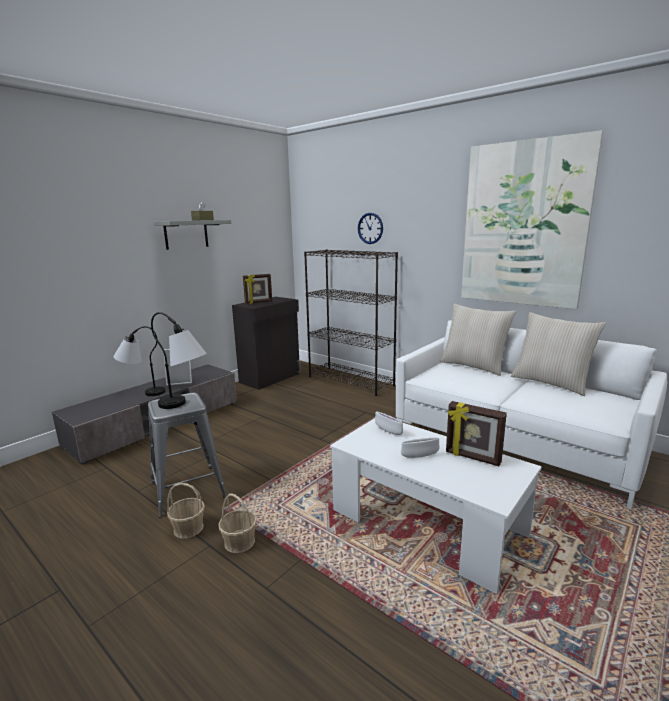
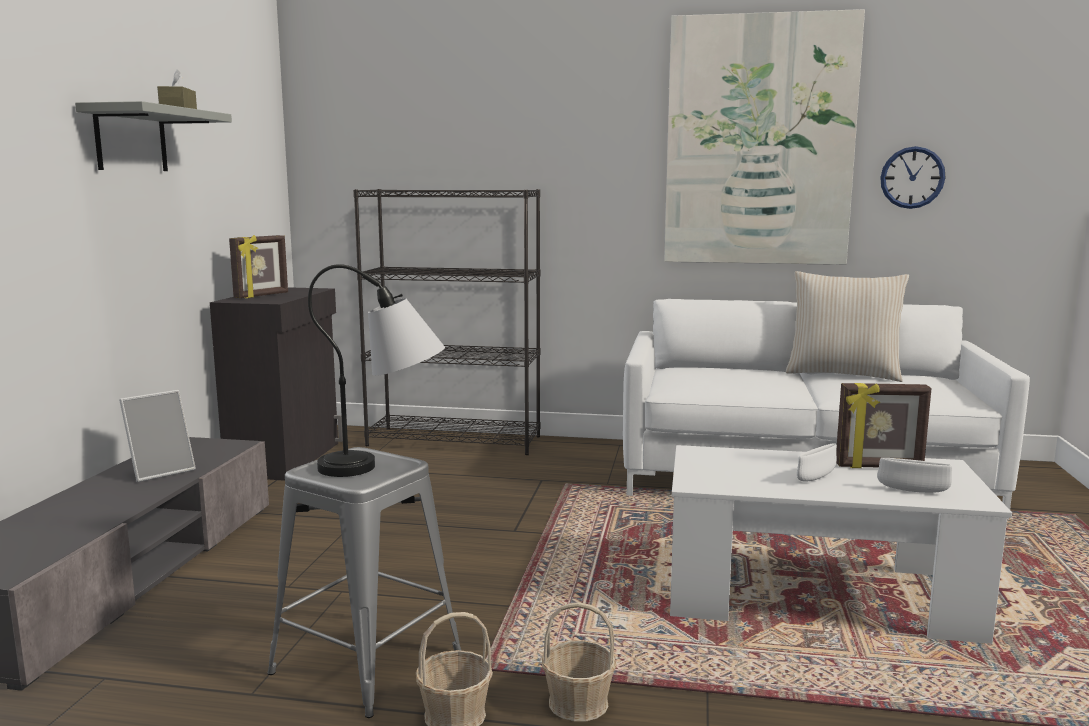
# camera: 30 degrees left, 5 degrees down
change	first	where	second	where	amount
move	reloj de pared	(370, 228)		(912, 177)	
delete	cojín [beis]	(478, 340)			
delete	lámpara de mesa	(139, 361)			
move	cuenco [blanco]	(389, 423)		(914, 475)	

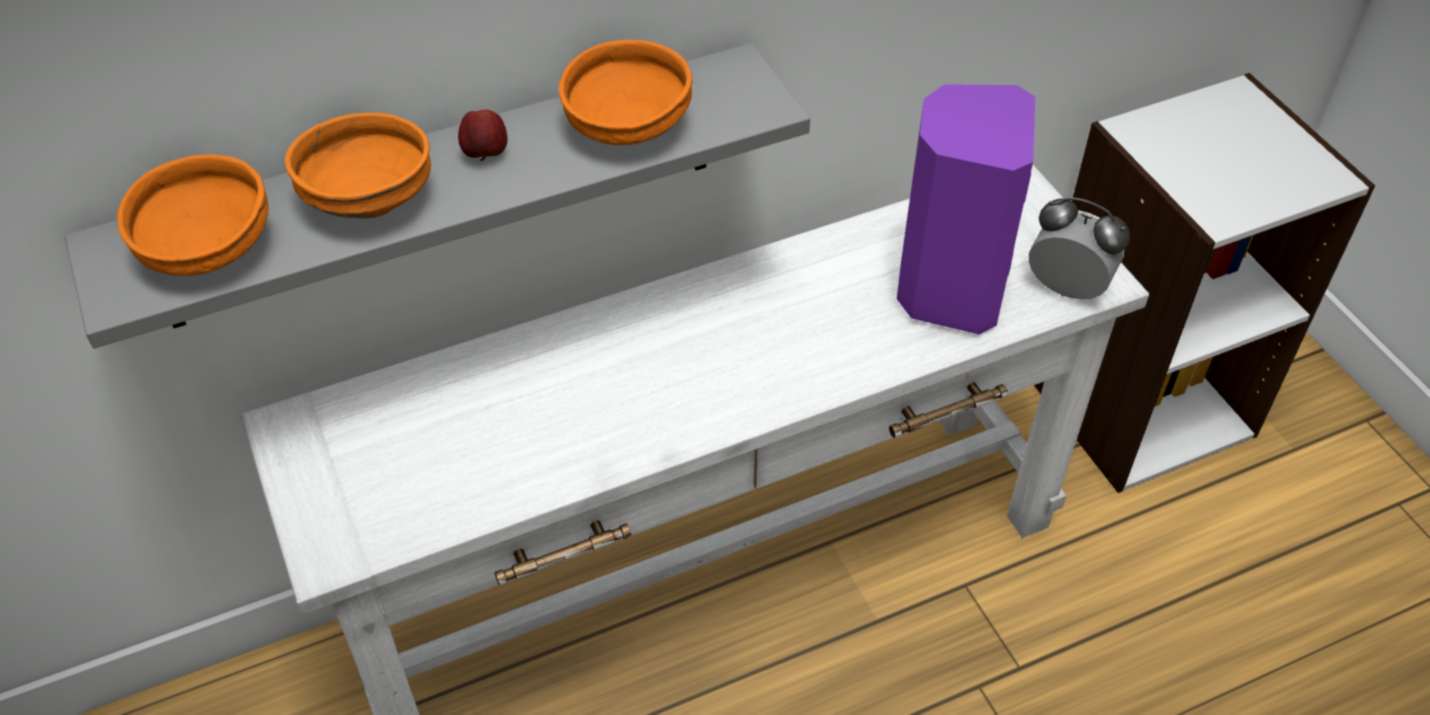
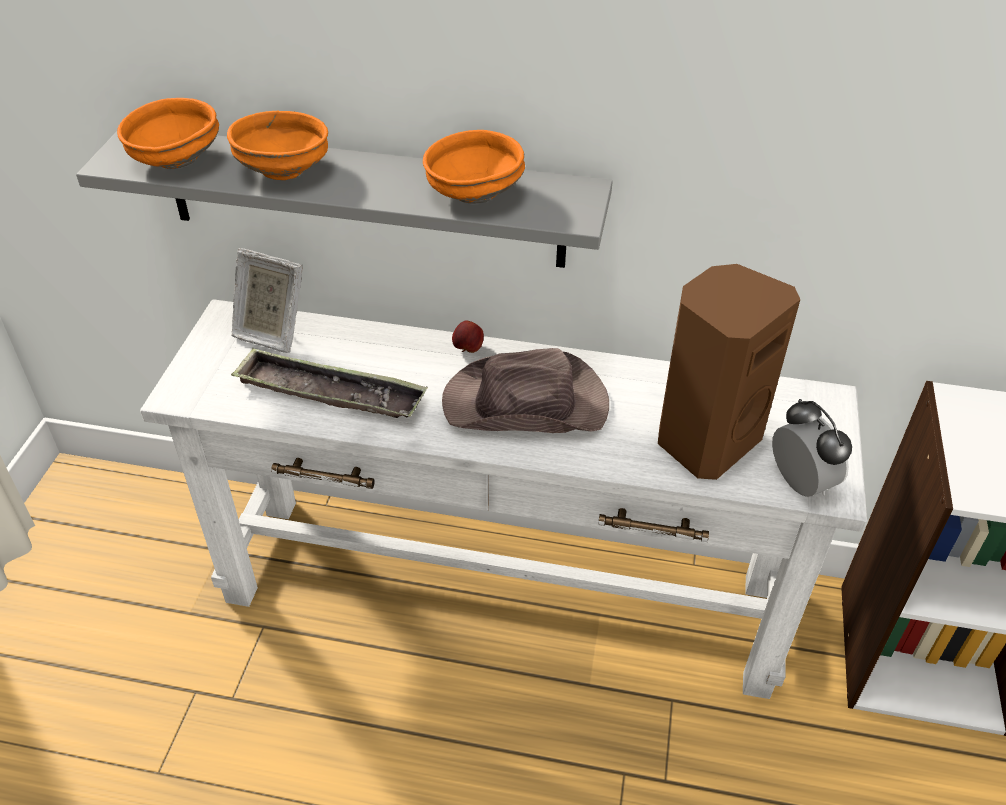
# camera: 35 degrees right, 5 degrees down
change	first	where	second	where	amount
recolor	altavoz [morado]	(966, 209)	altavoz [marrón]	(729, 372)	
move	manzana	(483, 135)		(468, 336)	
insert			portarretratos	(267, 300)	
insert			bandeja	(329, 383)	
insert			sombrero [marrón]	(525, 390)	

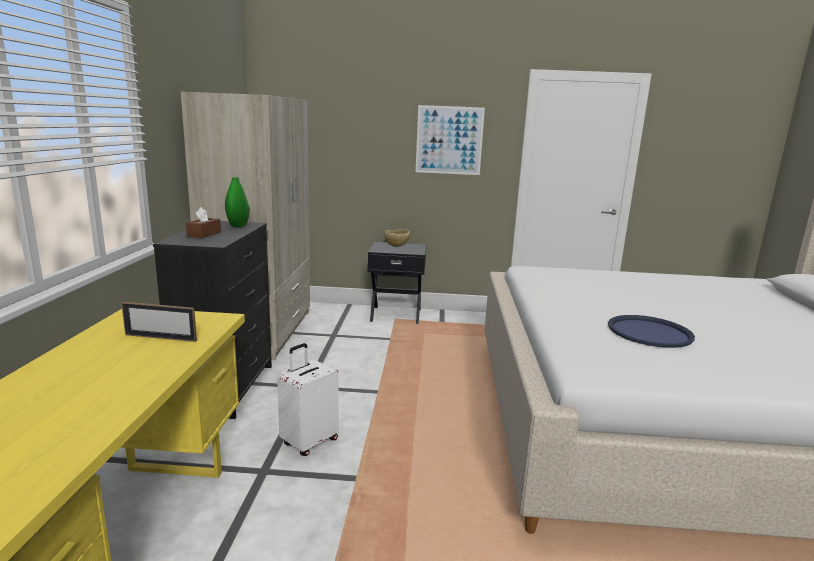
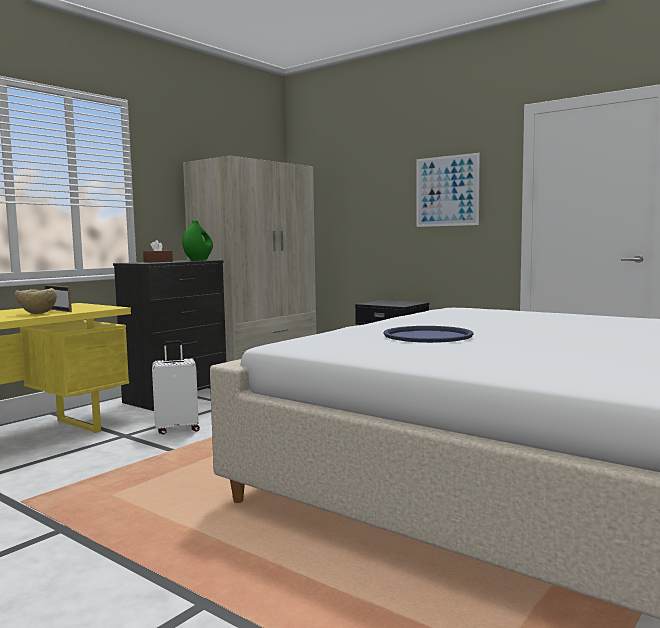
# camera: 35 degrees right, 10 degrees down
change	first	where	second	where	amount
move	cuenco [beis]	(397, 238)		(36, 301)	

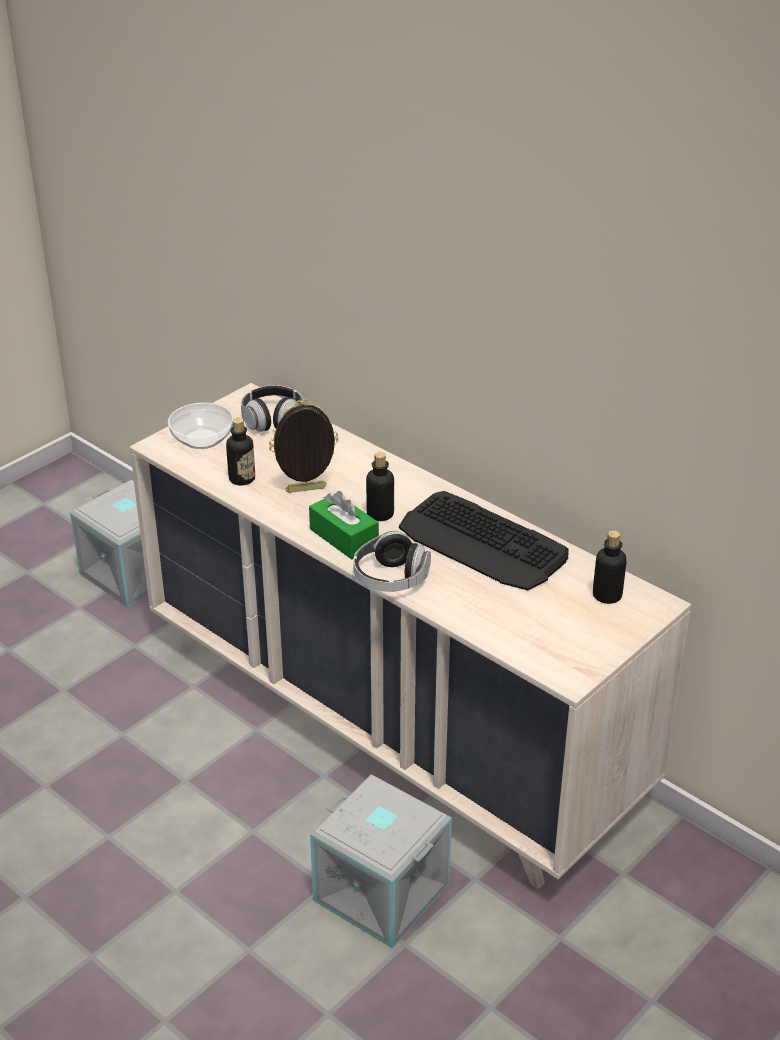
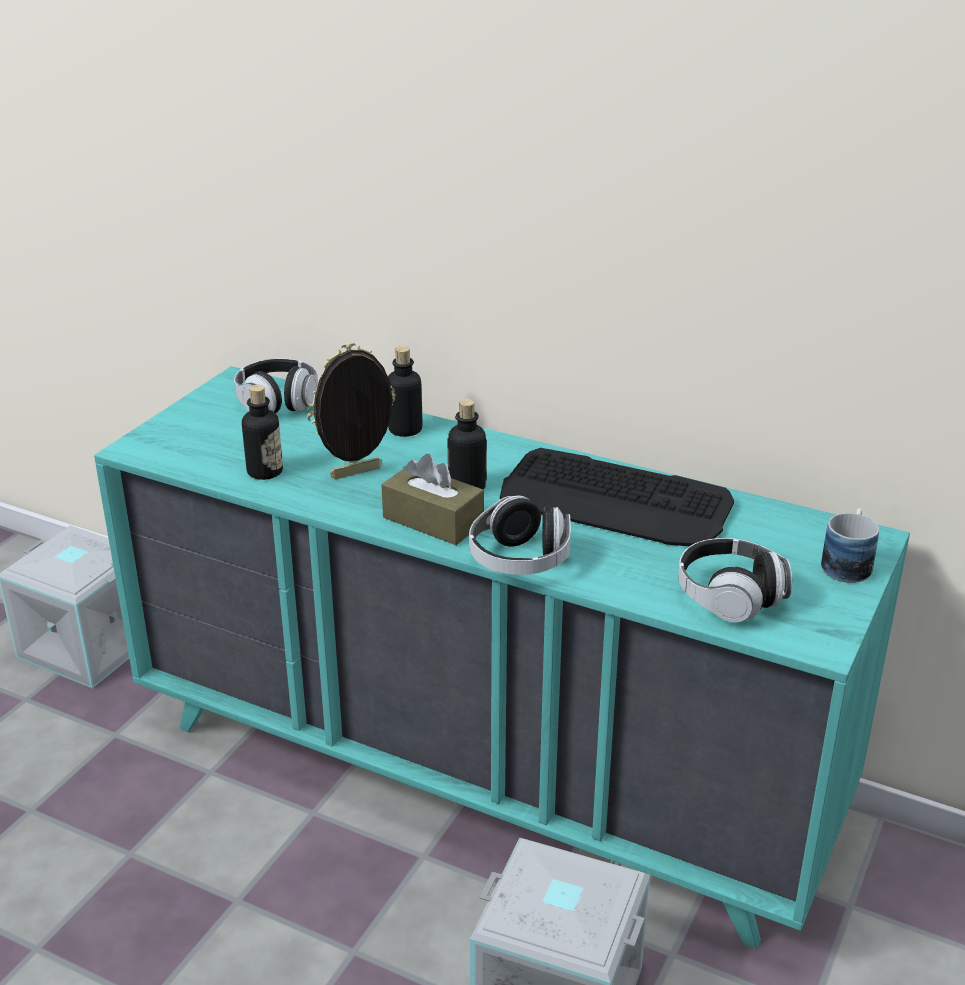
# camera: 15 degrees left, 5 degrees down
change	first	where	second	where	amount
recolor	cómoda [beis]	(410, 636)	cómoda [turquesa]	(502, 657)	
delete	cuenco	(201, 425)			
recolor	caja de pañuelos [verde]	(344, 525)	caja de pañuelos [marrón]	(432, 499)	
move	botella	(609, 567)		(405, 391)	
insert			taza grande	(850, 545)	
insert			auriculares	(735, 580)	

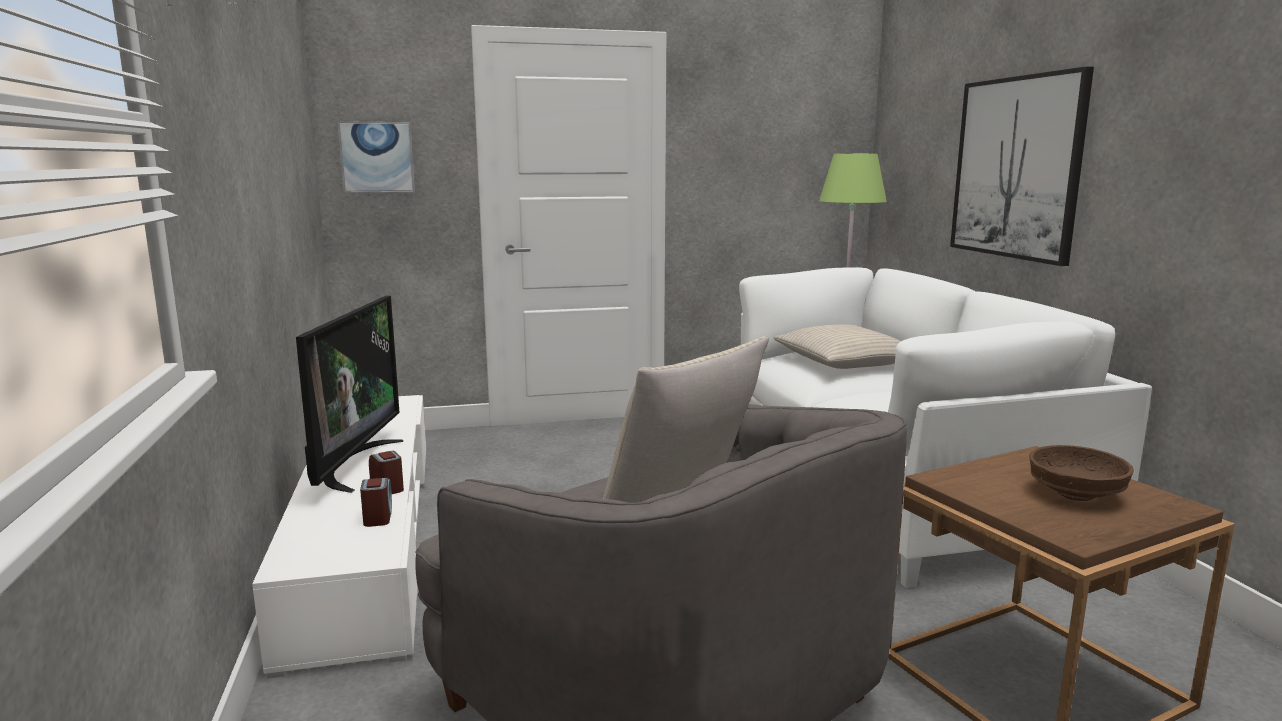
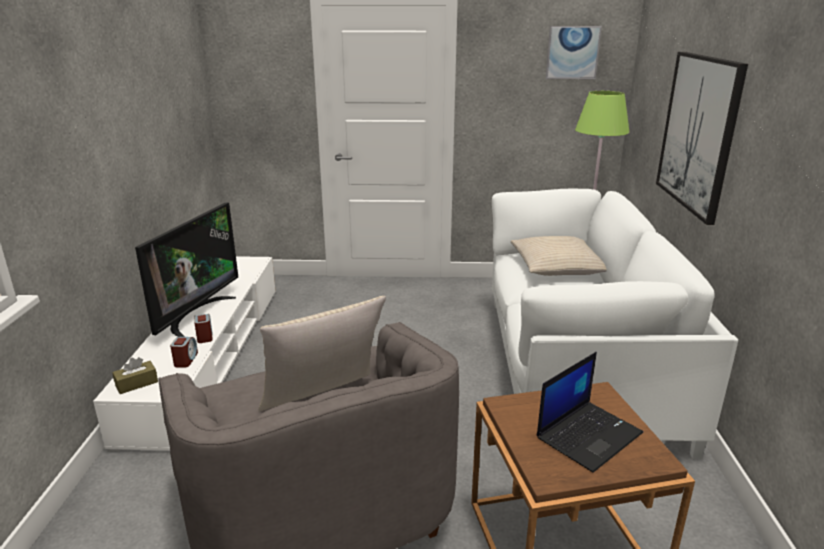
# camera: 15 degrees right, 10 degrees up
change	first	where	second	where	amount
move	cuadro	(376, 157)		(573, 52)	
replace	cuenco [marrón]	(1081, 473)	portátil	(590, 412)	
insert			caja de pañuelos [marrón]	(135, 375)	

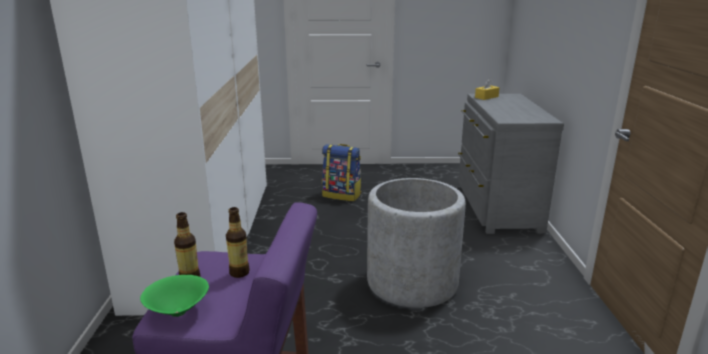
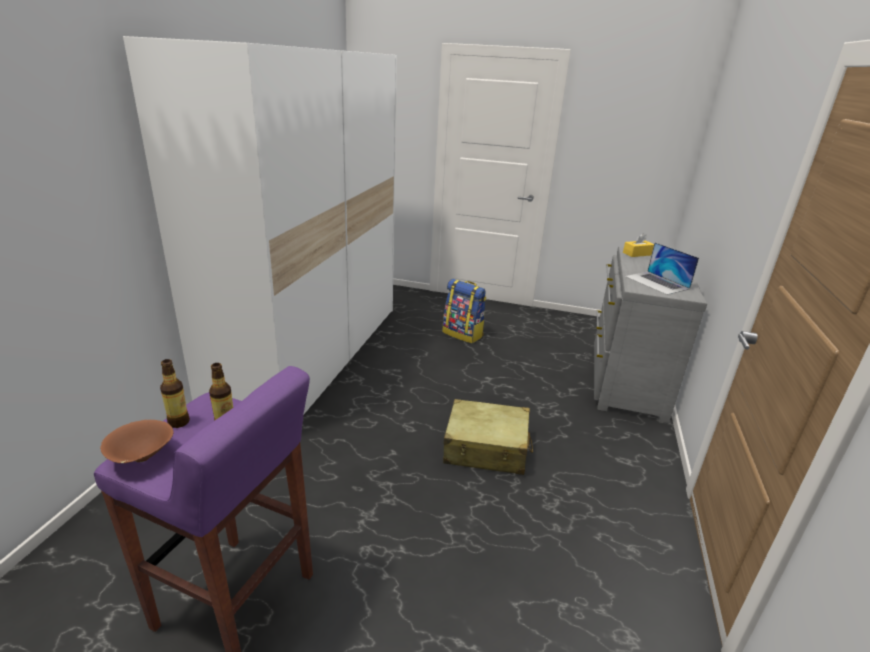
# camera: 15 degrees right, 5 degrees up
change	first	where	second	where	amount
replace	maceta [gris]	(416, 243)	maleta [beis]	(488, 437)	
recolor	cuenco [verde]	(174, 296)	cuenco [marrón]	(137, 441)	
insert			portátil	(662, 268)	

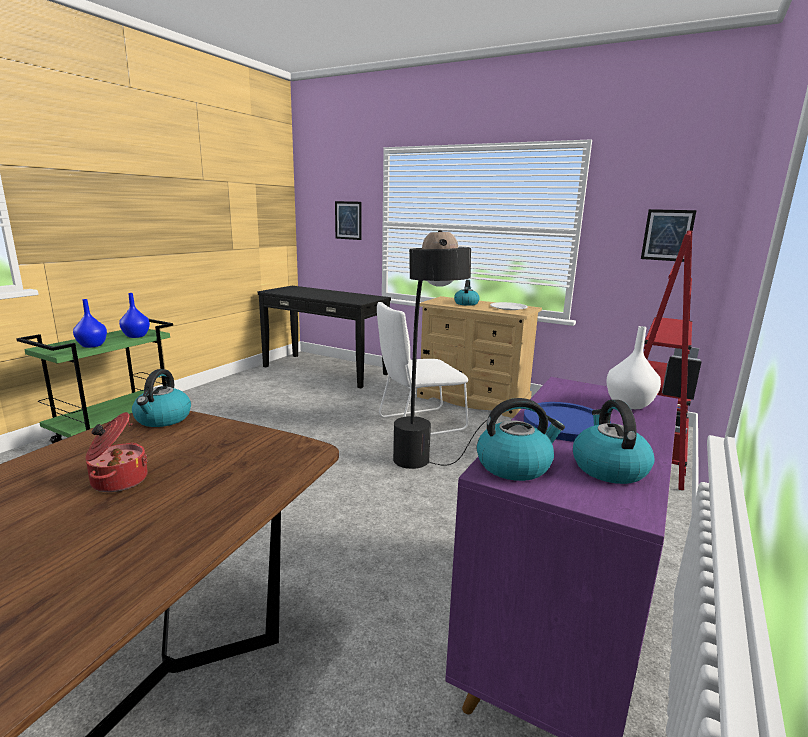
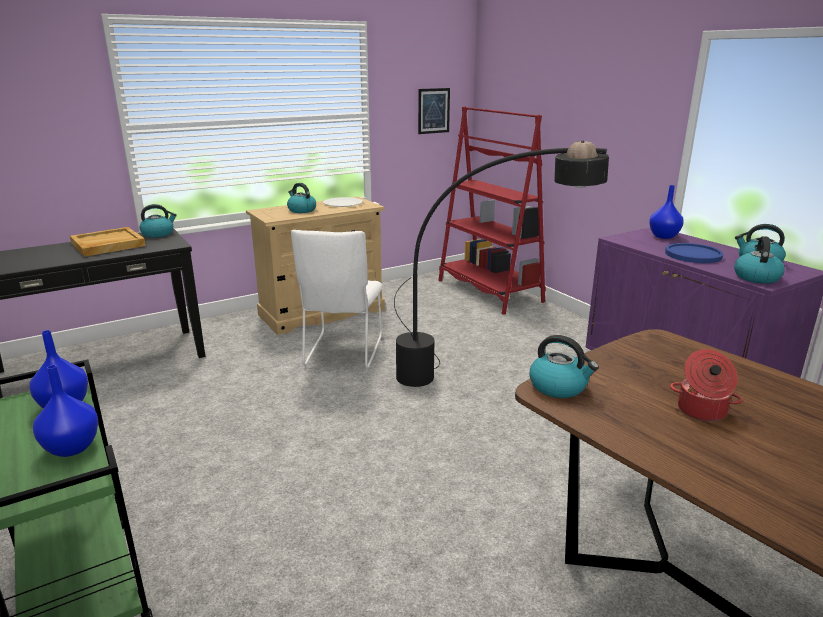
# camera: 60 degrees left, 5 degrees up
change	first	where	second	where	amount
delete	cuadro	(348, 220)			
recolor	florero [blanco]	(633, 367)	florero [azul]	(666, 212)	
insert			hervidor	(158, 220)	
insert			bandeja [beis]	(108, 242)	

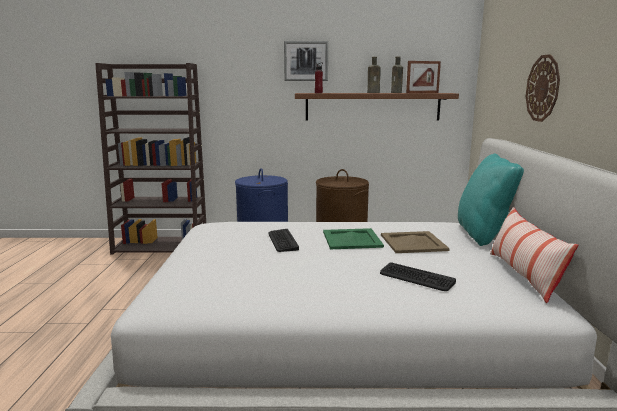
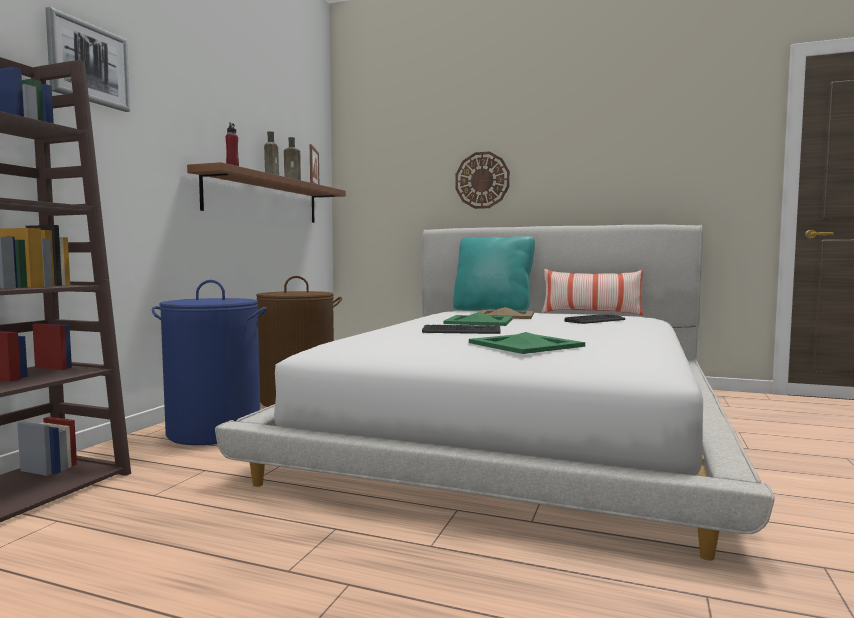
# camera: 70 degrees left, 10 degrees down
change	first	where	second	where	amount
move	cuadro	(306, 61)		(88, 59)	
insert			bandeja [verde]	(527, 343)	

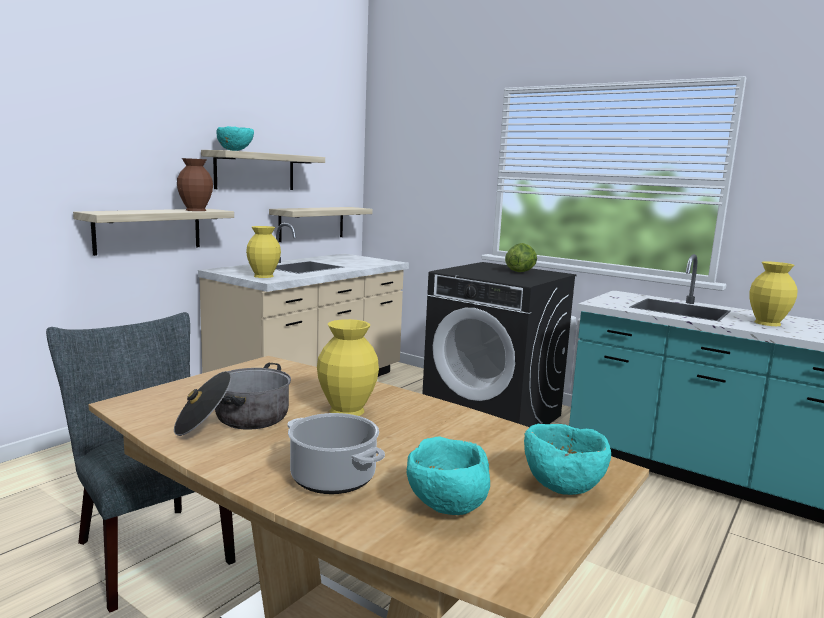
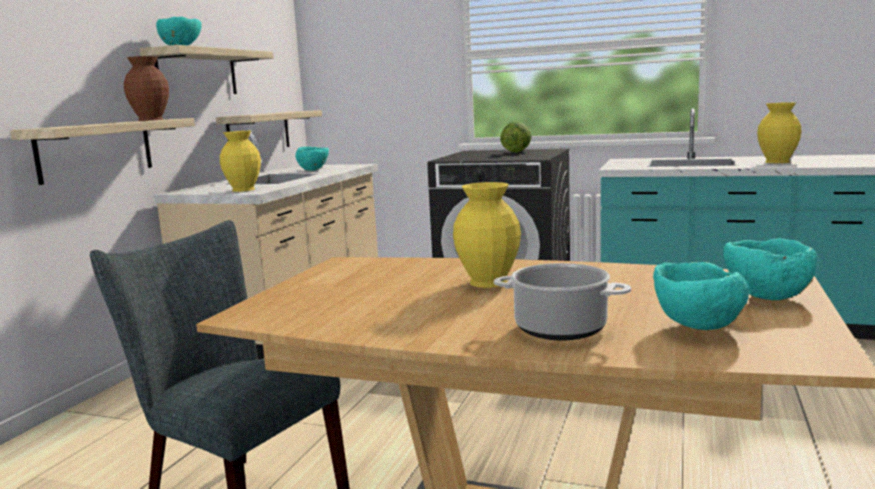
# camera: 15 degrees left, 0 degrees up
change	first	where	second	where	amount
delete	olla	(232, 399)			
insert			cuenco [turquesa]	(312, 159)	

